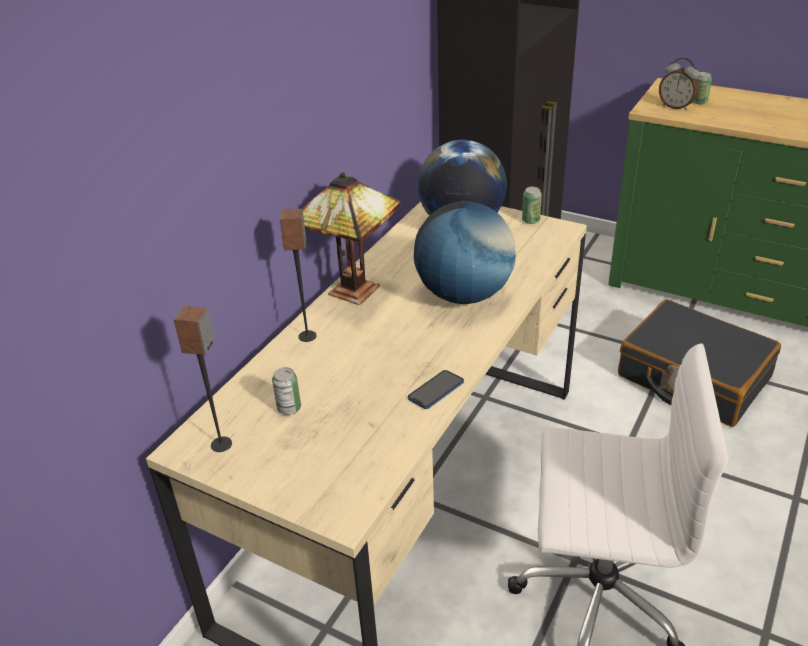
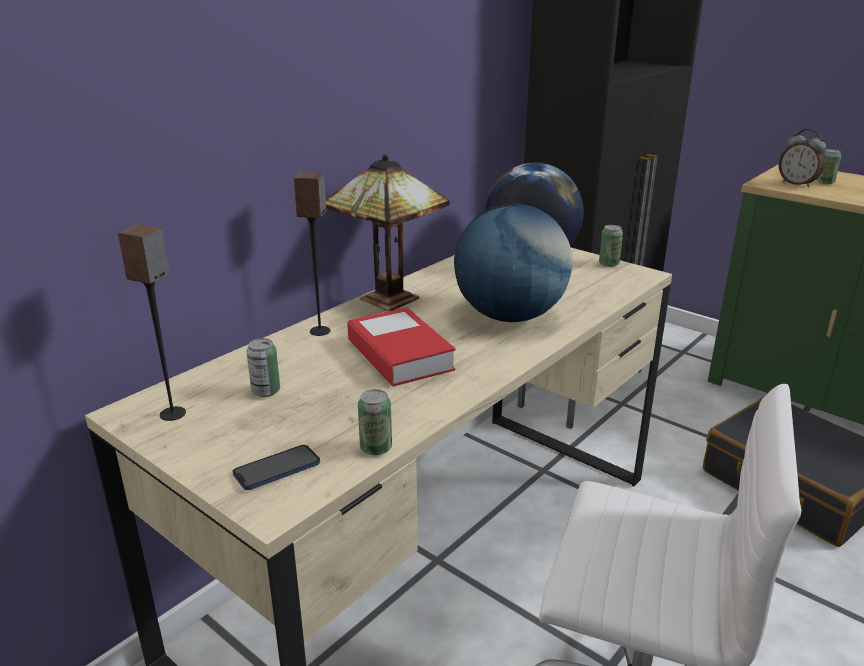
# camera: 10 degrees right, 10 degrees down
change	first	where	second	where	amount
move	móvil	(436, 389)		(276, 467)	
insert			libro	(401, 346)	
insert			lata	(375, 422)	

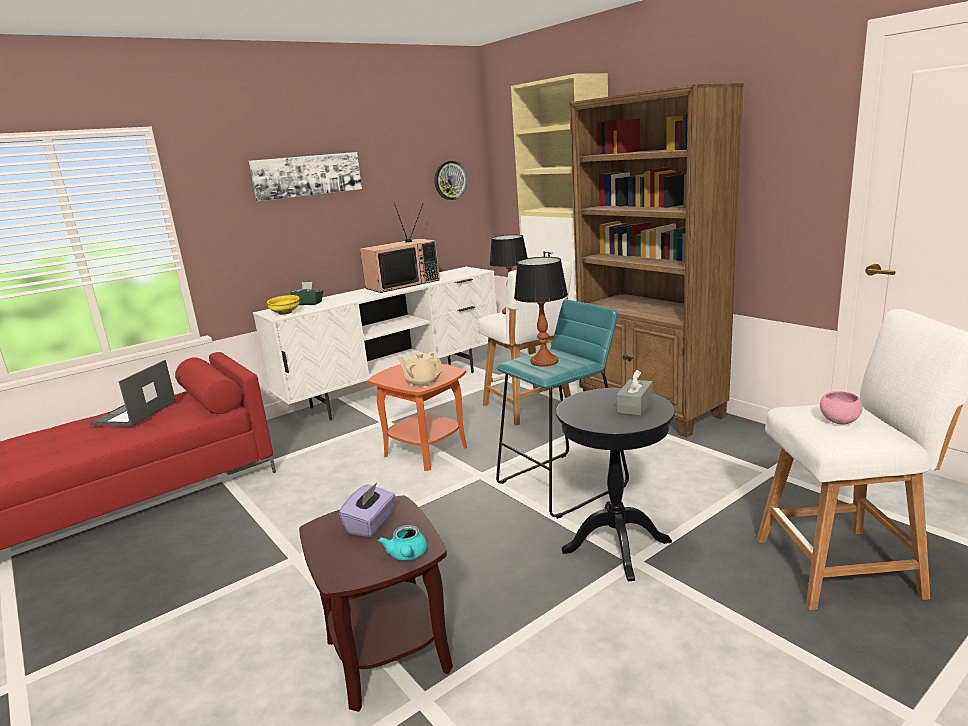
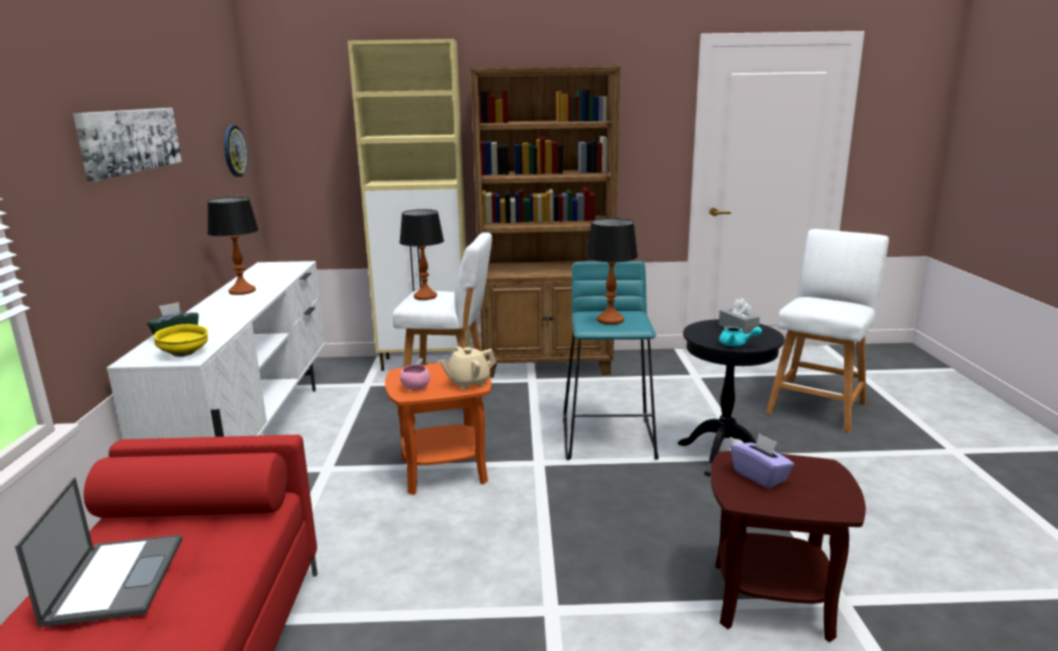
# camera: 55 degrees left, 0 degrees up
change	first	where	second	where	amount
replace	televisor	(400, 247)	lámpara de mesa	(233, 246)	
rotate	portátil	(133, 393)		(98, 552)	150 degrees counterclockwise
move	cuenco [rosa]	(841, 408)		(415, 377)	
move	tetera [turquesa]	(402, 542)		(740, 336)	

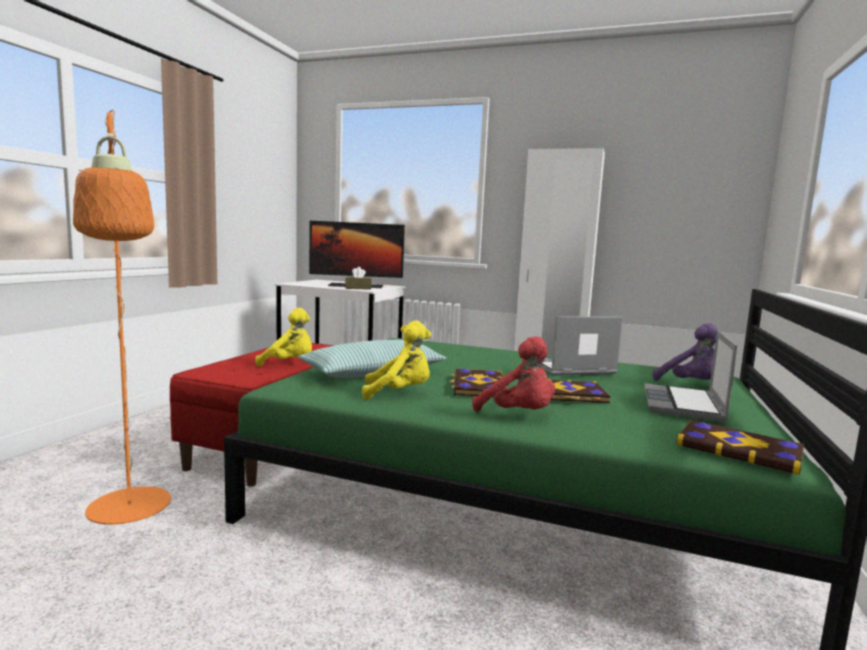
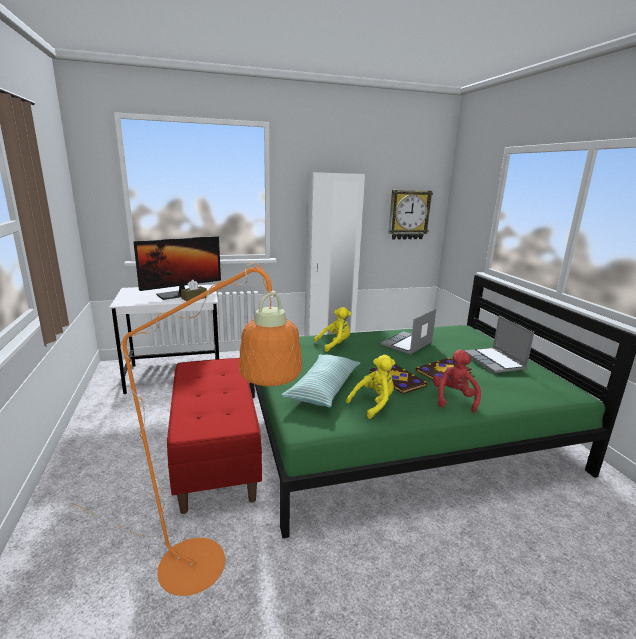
# camera: 35 degrees left, 10 degrees up
change	first	where	second	where	amount
move	peluche [amarillo]	(284, 337)		(332, 329)	
delete	peluche [morado]	(685, 352)			
rotate	peluche [rojo]	(513, 373)		(457, 381)	90 degrees counterclockwise
delete	libro	(740, 447)			
insert			reloj de pared	(410, 215)	

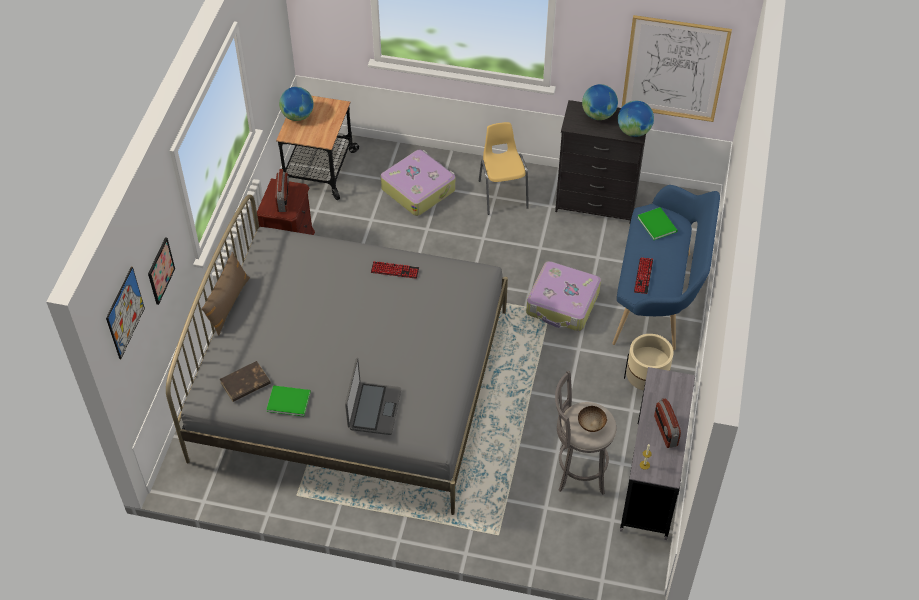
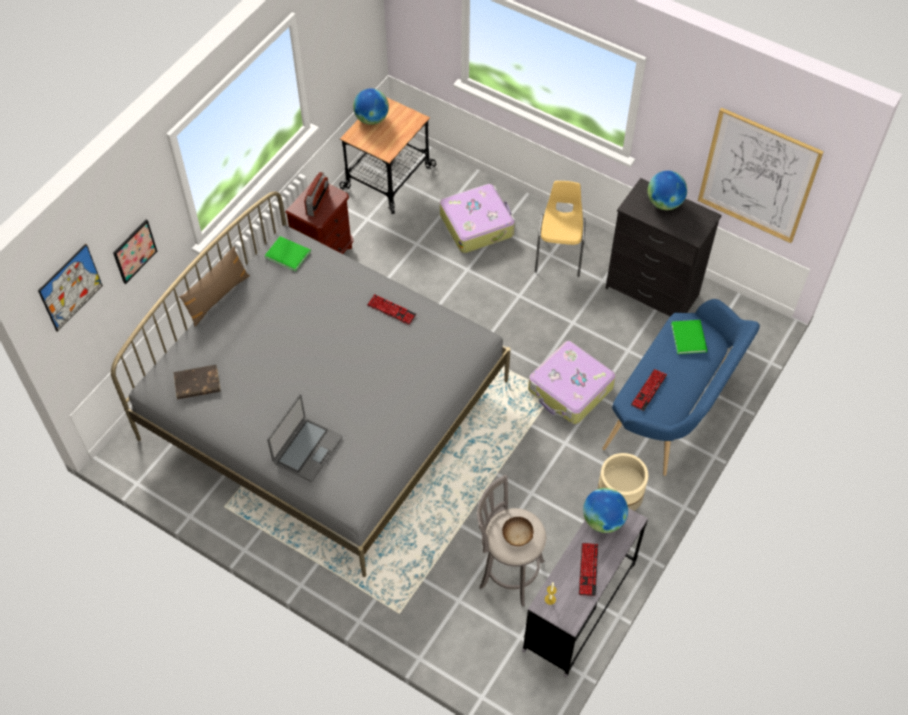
# camera: 20 degrees right, 5 degrees up
change	first	where	second	where	amount
move	globo terráqueo	(636, 119)		(605, 510)	
move	libro [verde]	(288, 400)		(288, 253)	
replace	radio	(667, 423)	teclado	(588, 569)	

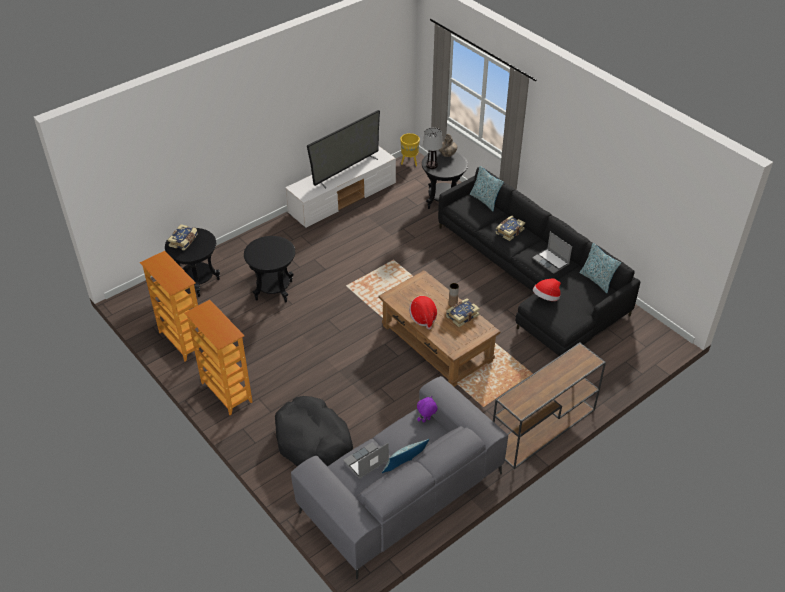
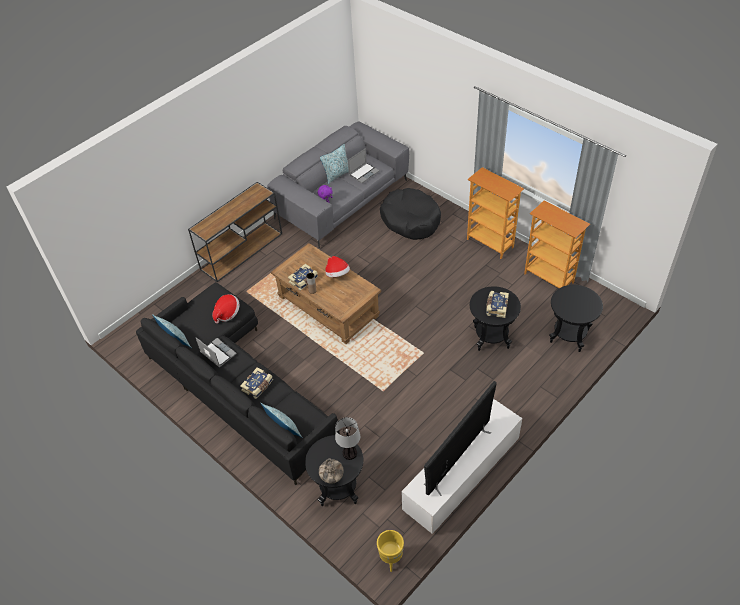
# camera: 175 degrees right, 5 degrees up
change	first	where	second	where	amount
move	libro	(183, 237)		(497, 304)	

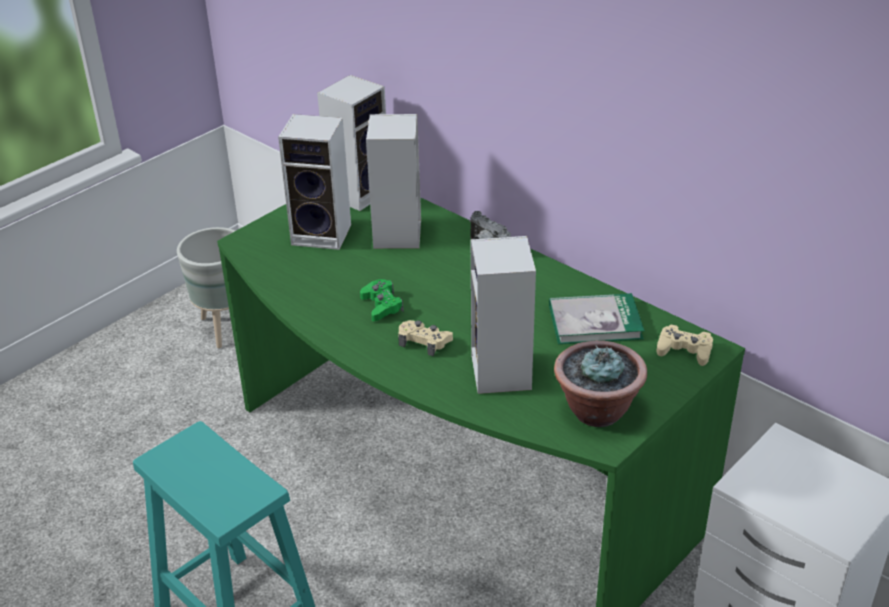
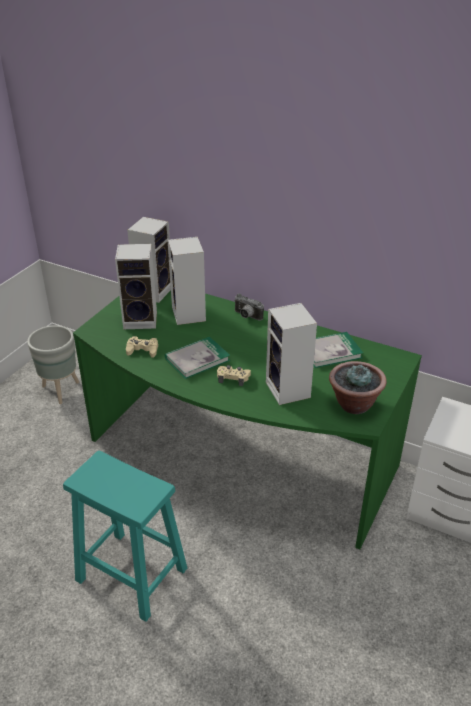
# camera: 15 degrees left, 0 degrees up
change	first	where	second	where	amount
replace	mando de consola [verde]	(382, 300)	libro	(197, 358)	
move	mando de consola [beis]	(685, 345)		(142, 347)	

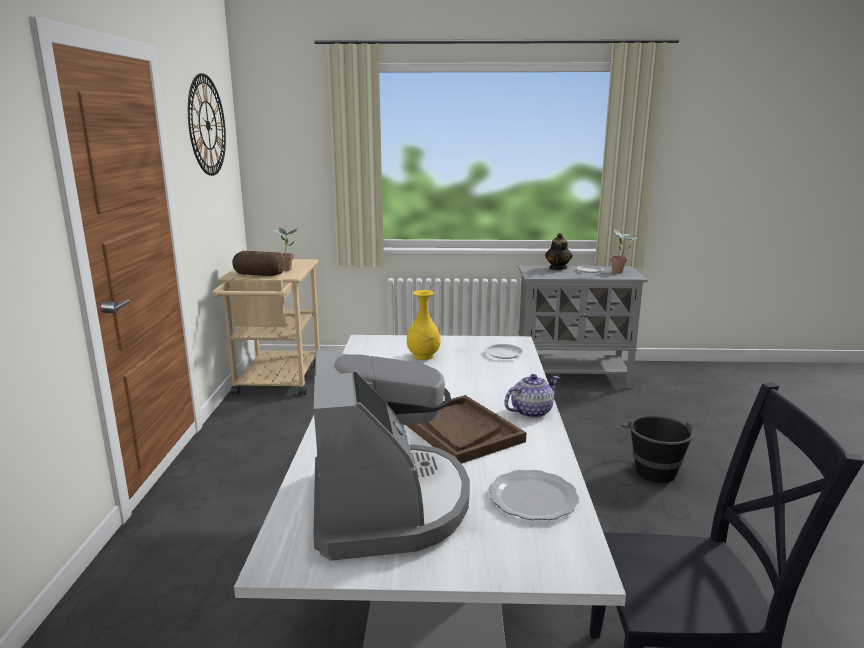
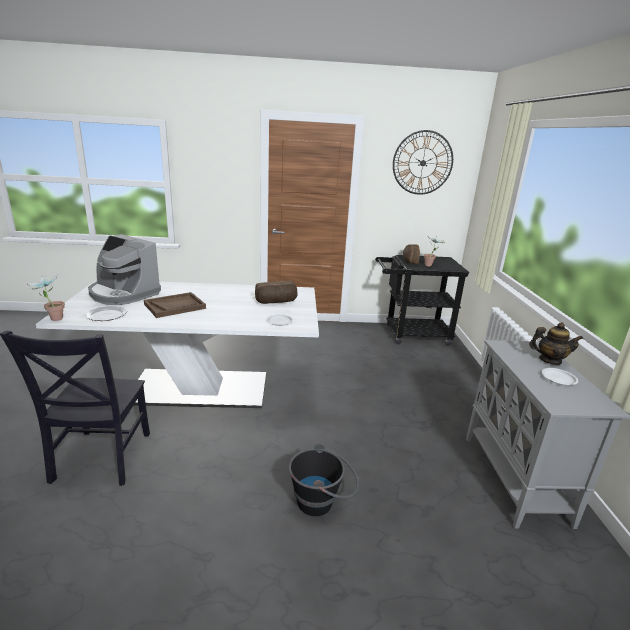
# camera: 85 degrees right, 5 degrees up
change	first	where	second	where	amount
move	planta en maceta	(625, 251)		(45, 297)	
recolor	carrito [beis]	(266, 327)	carrito [negro]	(422, 300)	
replace	florero [amarillo]	(424, 325)	pan	(276, 292)	
rotate	cafetera	(391, 455)		(124, 269)	45 degrees clockwise
delete	tetera	(532, 396)			

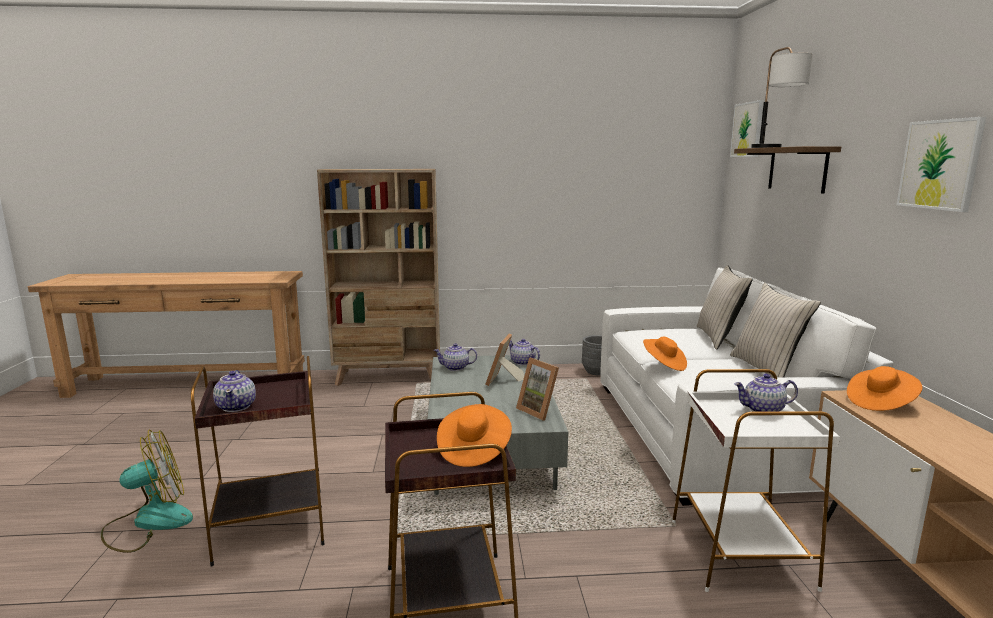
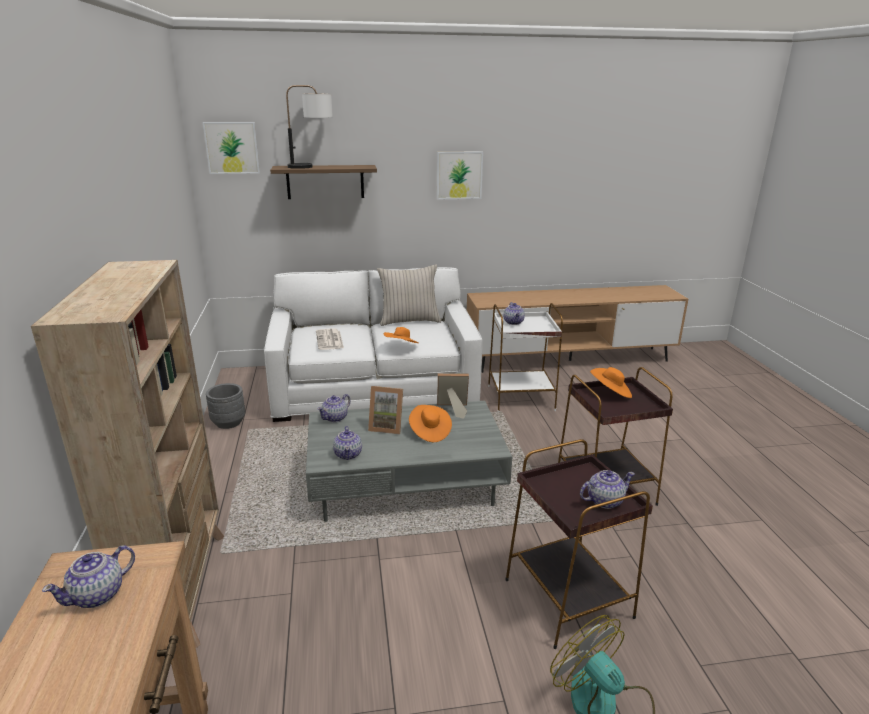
# camera: 95 degrees left, 10 degrees up
change	first	where	second	where	amount
delete	cojín [beis]	(725, 307)			
rotate	portarretratos	(537, 389)		(453, 396)	135 degrees counterclockwise
move	sombrero [naranja]	(884, 388)		(430, 423)	
insert			periódico	(330, 339)	
insert			tetera	(88, 576)	

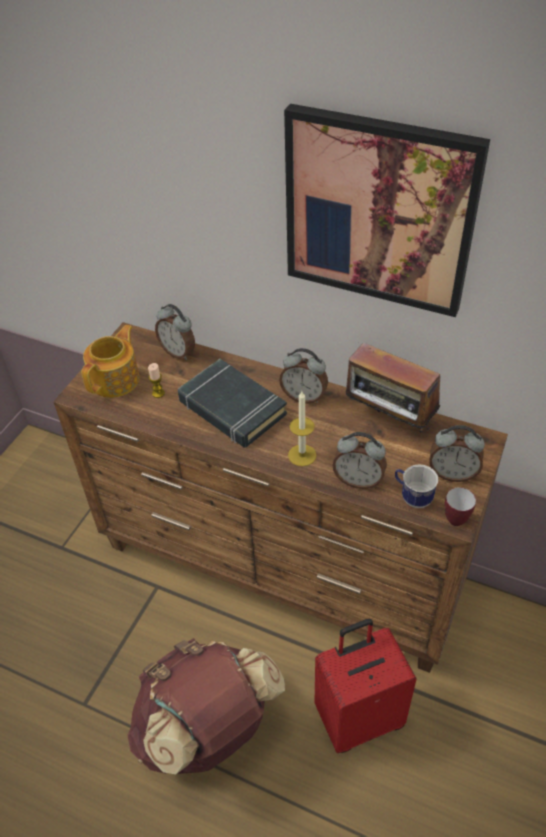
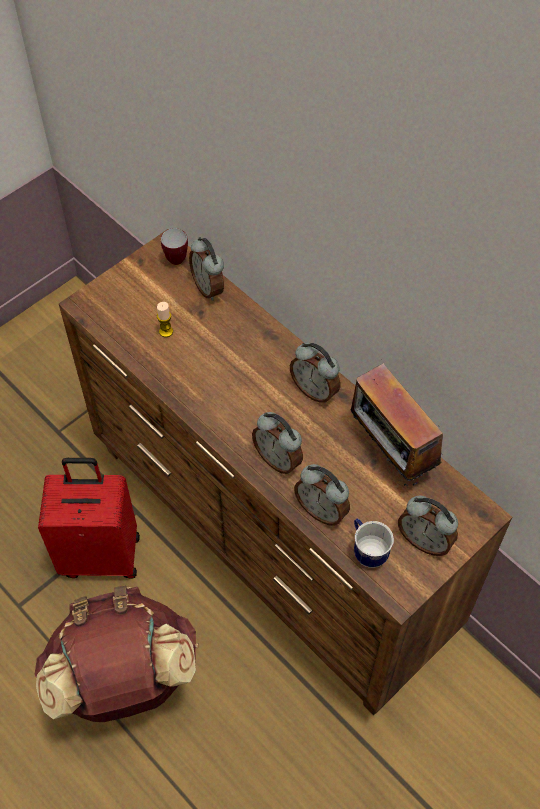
# camera: 20 degrees right, 10 degrees up
change	first	where	second	where	amount
delete	cuadro	(387, 210)			
delete	tetera	(110, 361)			
delete	libro [negro]	(232, 403)			
replace	vela	(302, 429)	despertador	(277, 443)	
move	taza grande	(460, 506)		(174, 246)	
move	maleta [rojo]	(366, 685)		(89, 518)	

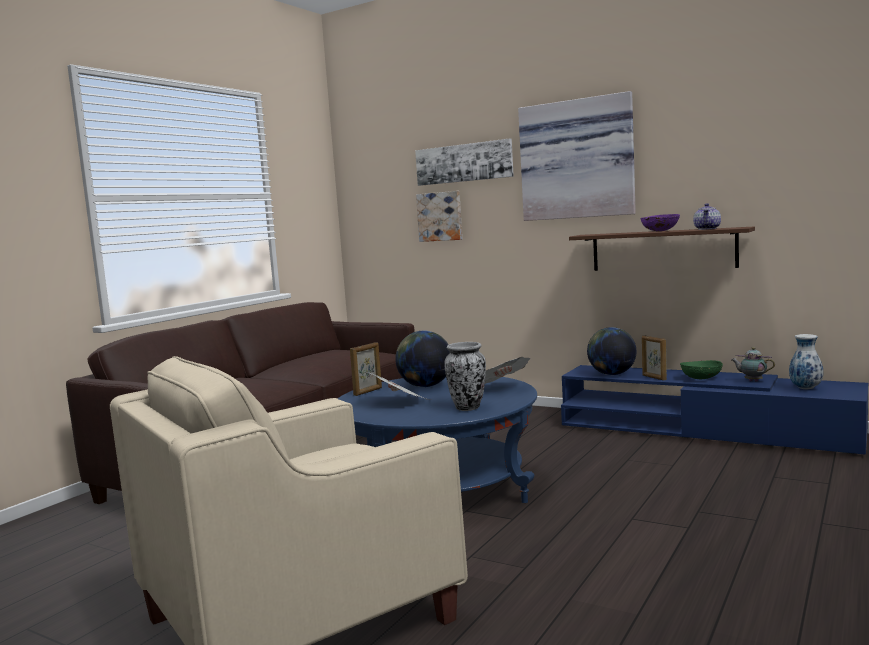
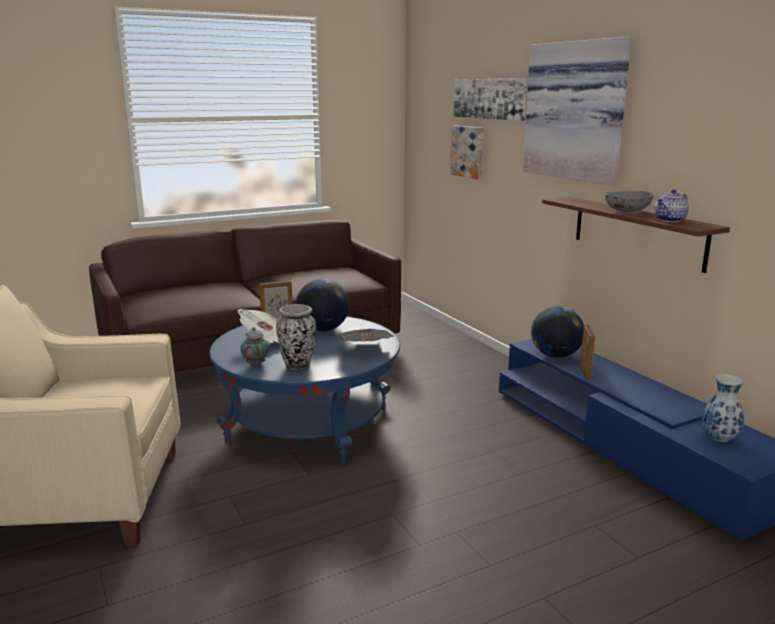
# camera: 30 degrees right, 10 degrees up
change	first	where	second	where	amount
recolor	cuenco [morado]	(660, 222)	cuenco [gris]	(629, 201)	
move	tetera	(753, 364)		(254, 346)	
delete	cuenco [verde]	(701, 369)			

